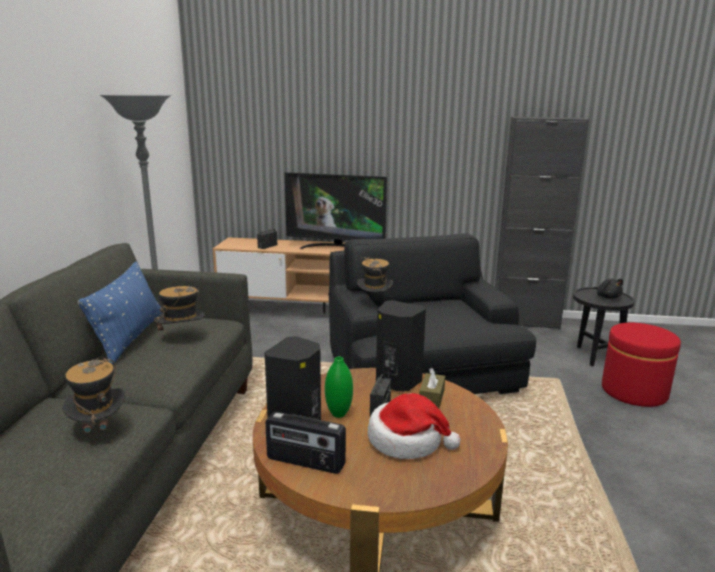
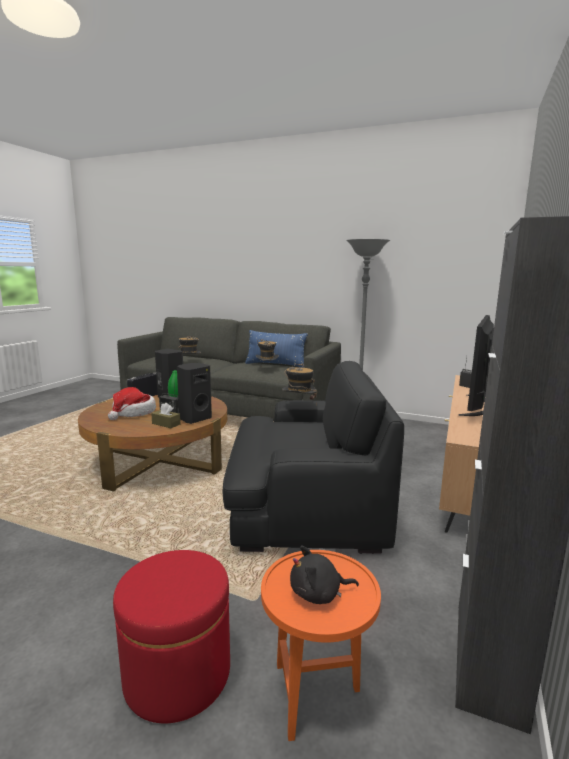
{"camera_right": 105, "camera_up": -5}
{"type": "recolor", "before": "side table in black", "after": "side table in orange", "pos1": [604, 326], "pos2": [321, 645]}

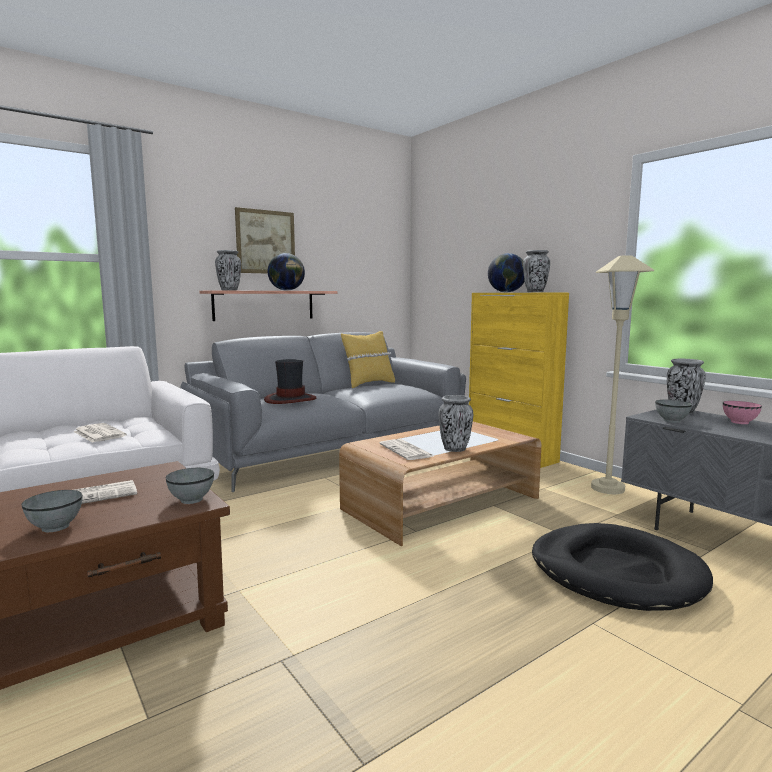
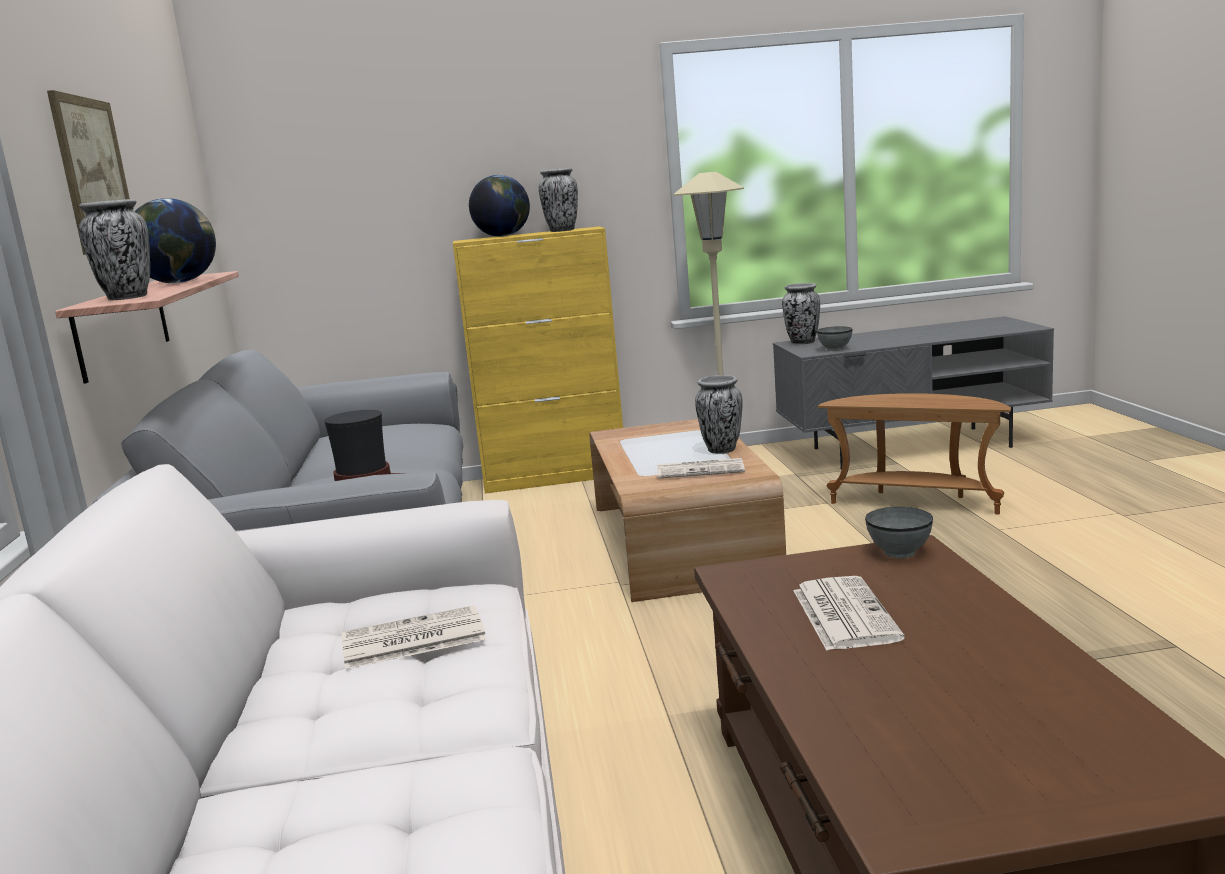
{"camera_right": -60, "camera_up": 5}
{"type": "delete", "before": "bowl in grey", "pos1": [52, 511]}
{"type": "delete", "before": "pillow in yellow", "pos1": [368, 359]}
{"type": "replace", "before": "dog bed in black", "after": "side table in brown", "pos1": [622, 567], "pos2": [914, 454]}
{"type": "delete", "before": "bowl in pink", "pos1": [742, 412]}

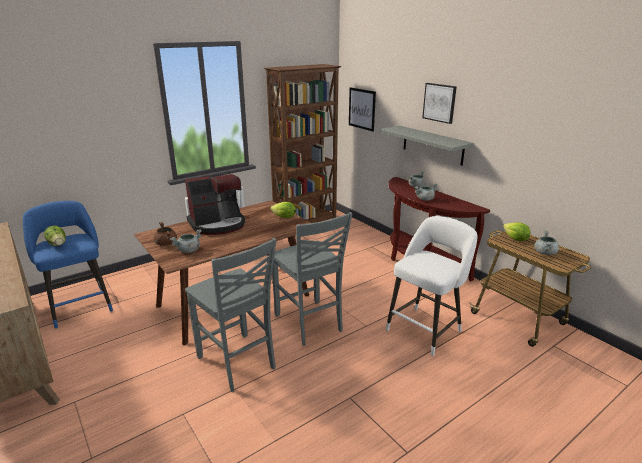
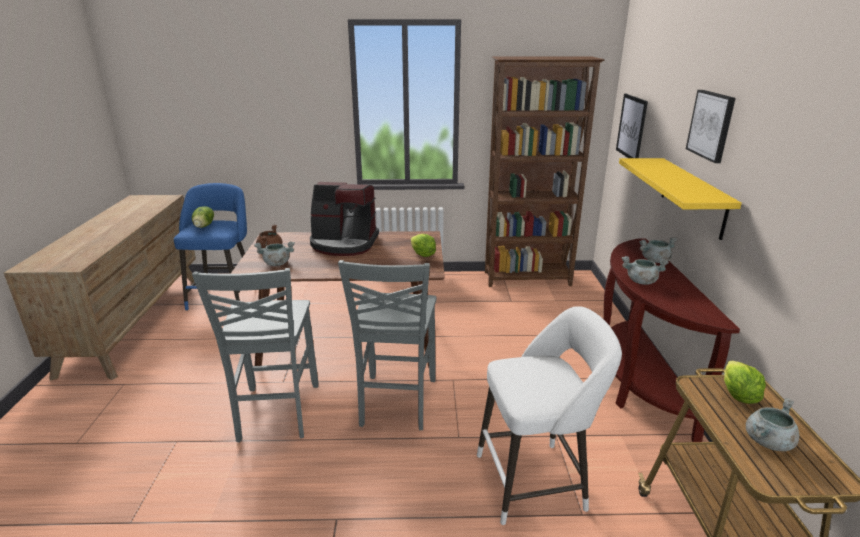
{"camera_right": 35, "camera_up": 0}
{"type": "recolor", "before": "shelf in grey", "after": "shelf in yellow", "pos1": [427, 146], "pos2": [680, 199]}

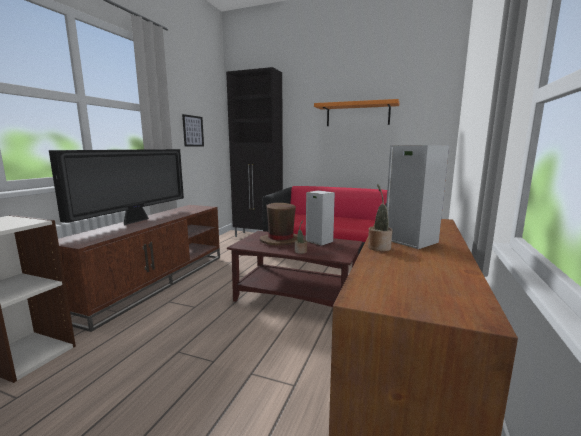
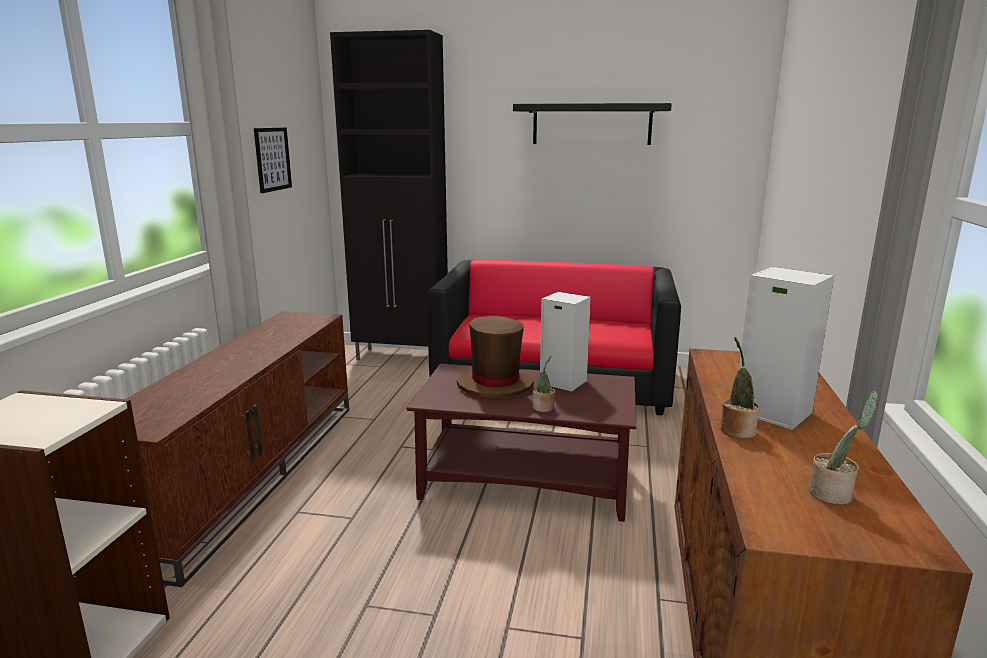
{"camera_right": -10, "camera_up": 5}
{"type": "delete", "before": "television", "pos1": [116, 187]}
{"type": "recolor", "before": "shelf in orange", "after": "shelf in black", "pos1": [356, 112], "pos2": [592, 124]}
{"type": "insert", "after": "potted plant", "pos2": [843, 448]}

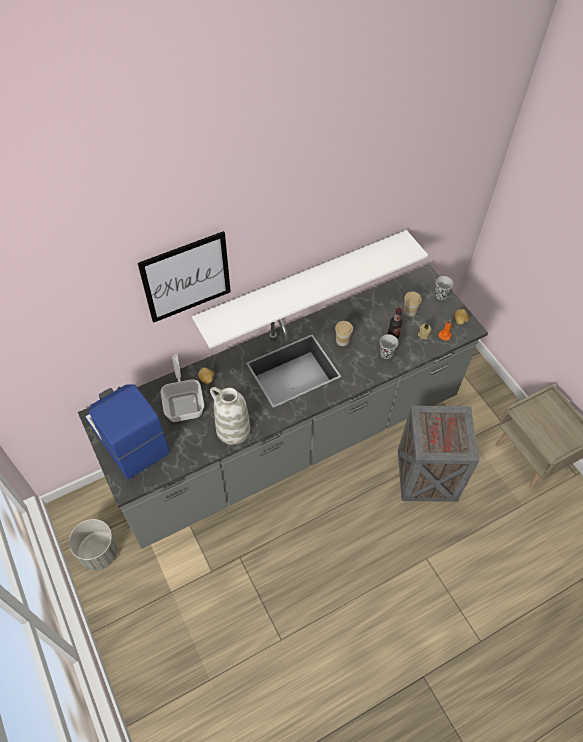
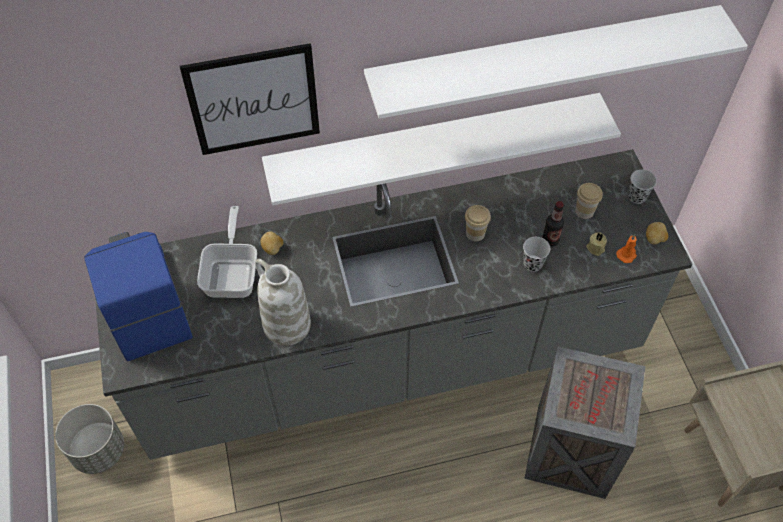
{"camera_right": 15, "camera_up": 0}
{"type": "insert", "after": "shelf in white", "pos2": [556, 62]}

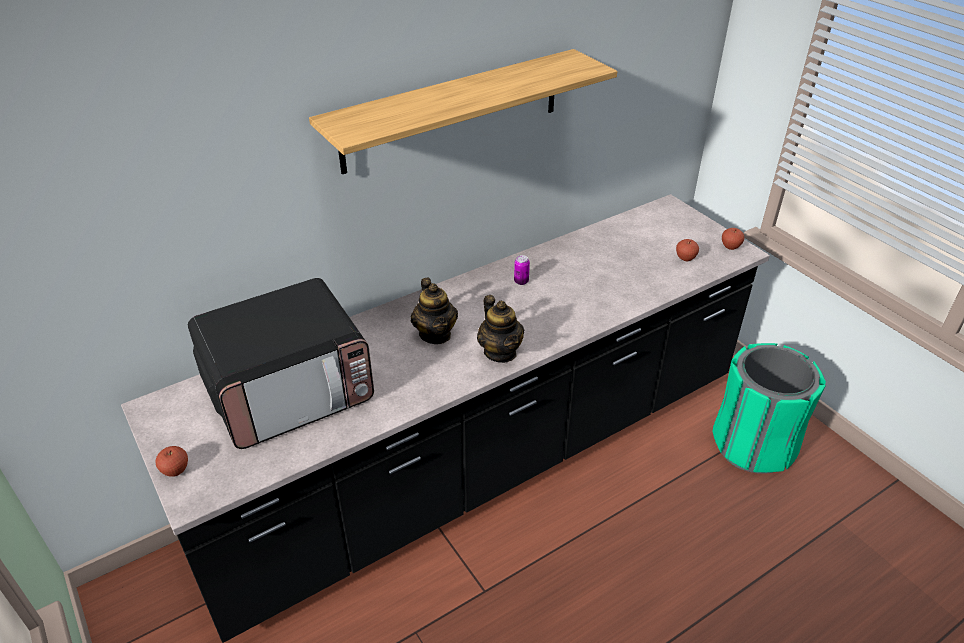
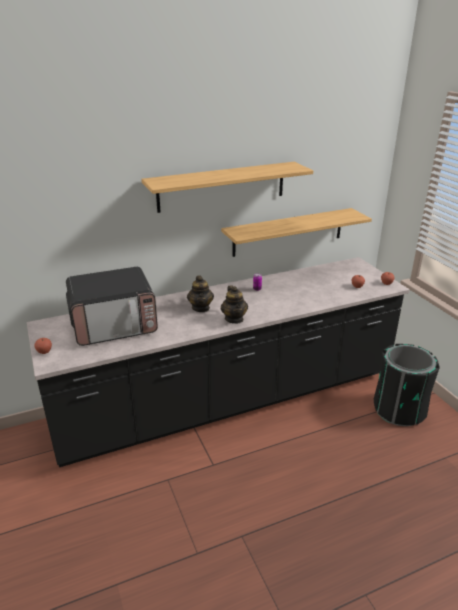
{"camera_right": 10, "camera_up": -10}
{"type": "recolor", "before": "trash can in green", "after": "trash can in black", "pos1": [769, 408], "pos2": [407, 385]}
{"type": "insert", "after": "shelf", "pos2": [296, 232]}

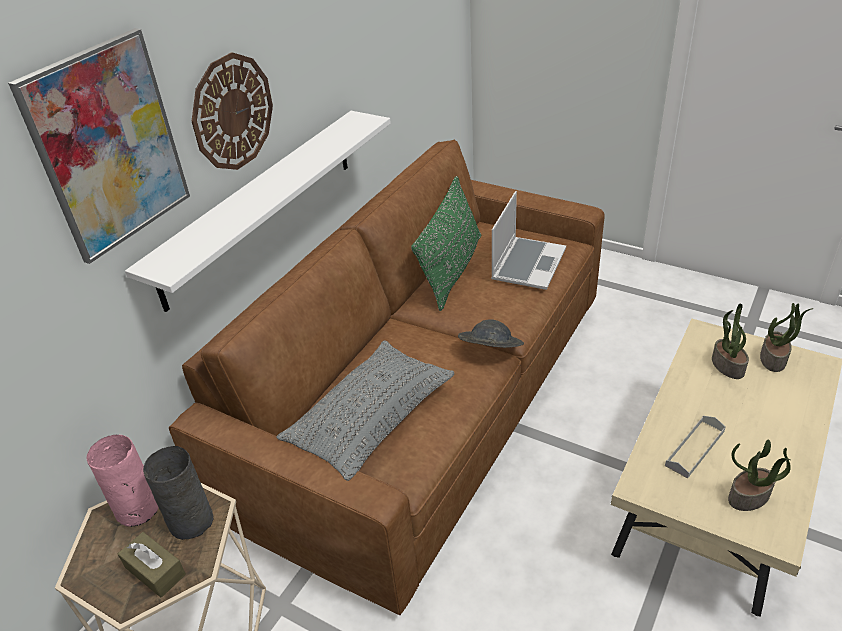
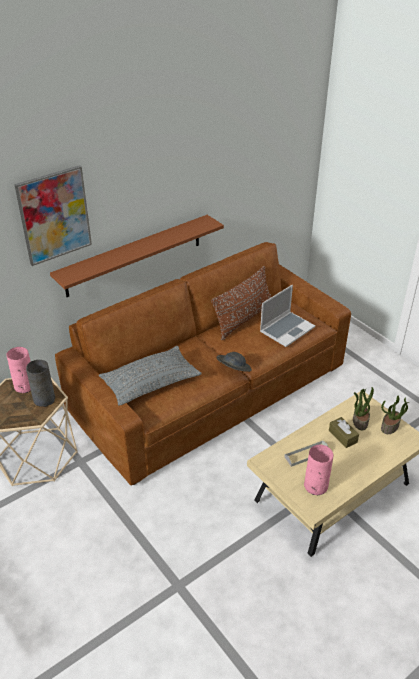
{"camera_right": 20, "camera_up": 0}
{"type": "move", "before": "tissue box in brown", "pos1": [152, 565], "pos2": [344, 432]}
{"type": "recolor", "before": "shelf in white", "after": "shelf in brown", "pos1": [258, 211], "pos2": [137, 256]}
{"type": "delete", "before": "wall clock", "pos1": [232, 111]}
{"type": "recolor", "before": "pillow in green", "after": "pillow in brown", "pos1": [446, 243], "pos2": [241, 303]}
{"type": "replace", "before": "potted plant", "after": "vase in pink", "pos1": [759, 475], "pos2": [318, 469]}

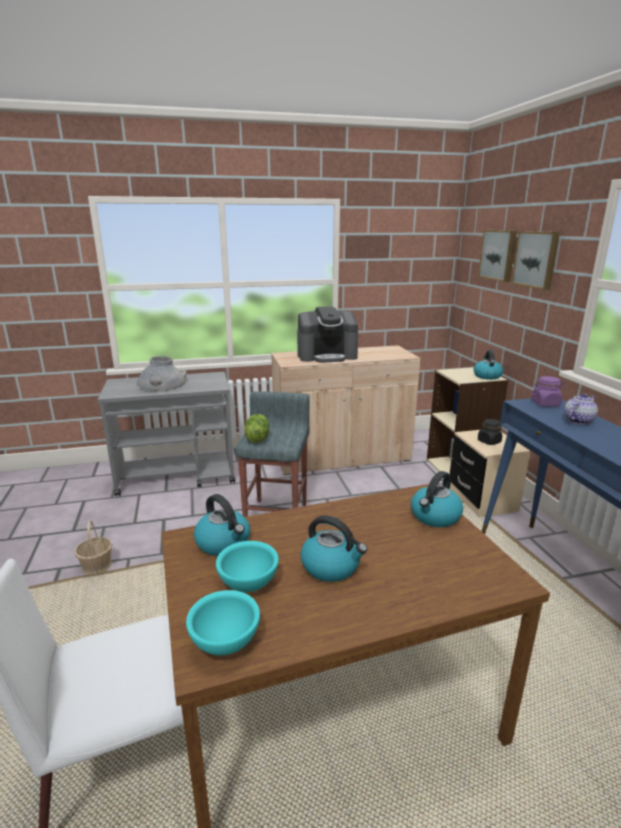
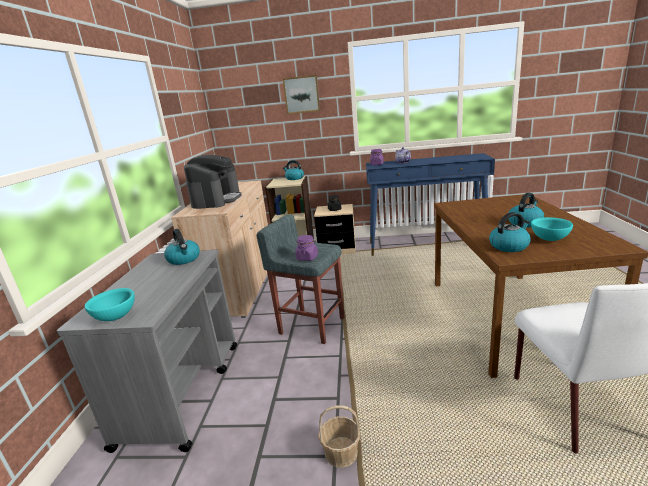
{"camera_right": -70, "camera_up": 0}
{"type": "delete", "before": "vase in grey", "pos1": [161, 373]}
{"type": "move", "before": "bowl in turquoise", "pos1": [223, 622], "pos2": [110, 304]}
{"type": "replace", "before": "lettuce", "after": "jar in purple", "pos1": [257, 428], "pos2": [306, 248]}
{"type": "move", "before": "kettle", "pos1": [437, 499], "pos2": [182, 247]}
{"type": "delete", "before": "picture", "pos1": [497, 256]}

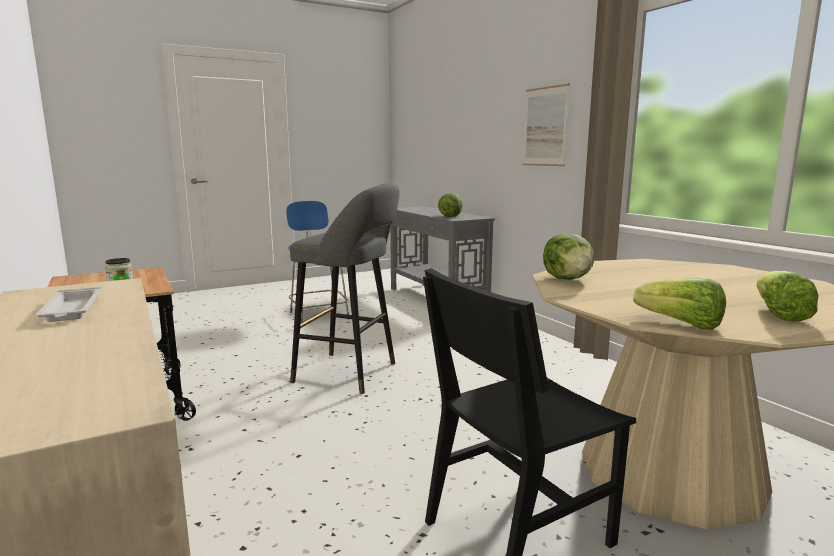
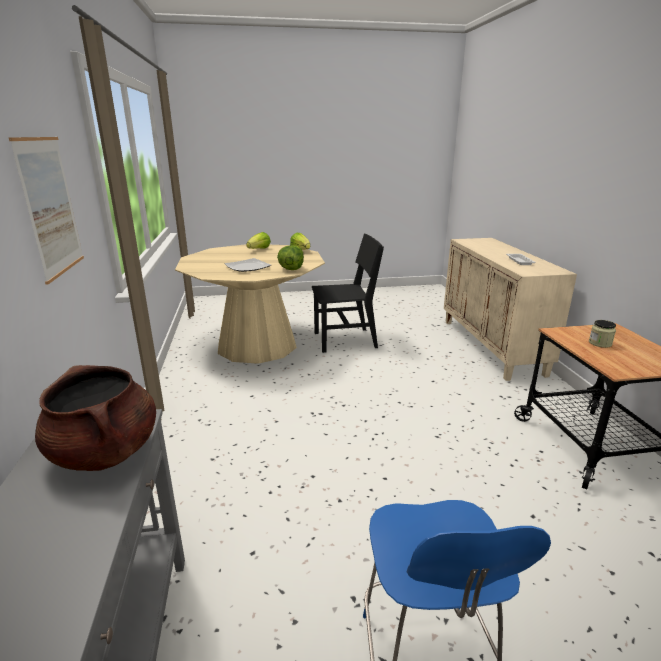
{"camera_right": -160, "camera_up": 10}
{"type": "delete", "before": "stool in grey", "pos1": [345, 288]}
{"type": "replace", "before": "lettuce", "after": "cooking pot in brown", "pos1": [450, 205], "pos2": [95, 418]}
{"type": "insert", "after": "plate", "pos2": [247, 265]}

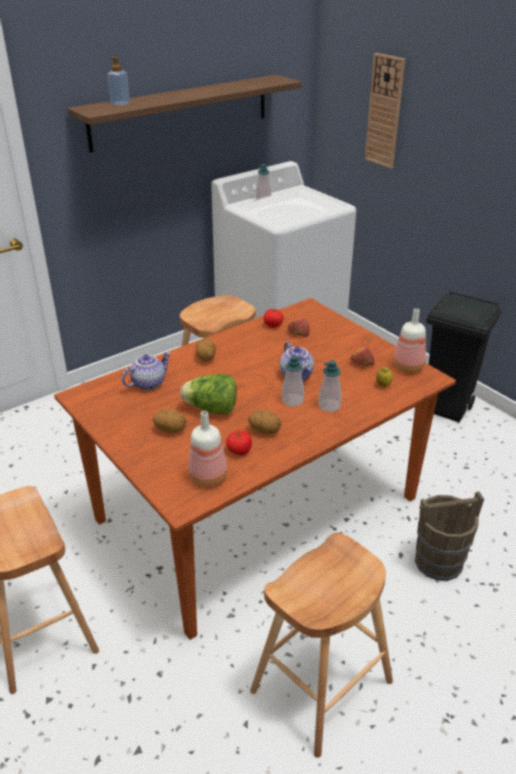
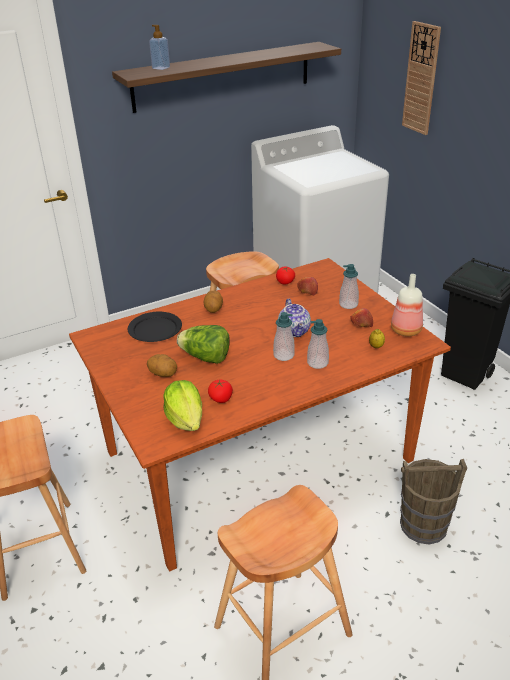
{"camera_right": 10, "camera_up": 0}
{"type": "replace", "before": "teapot", "after": "plate in black", "pos1": [146, 371], "pos2": [155, 327]}
{"type": "replace", "before": "bottle", "after": "lettuce", "pos1": [208, 448], "pos2": [182, 405]}
{"type": "delete", "before": "potato", "pos1": [264, 422]}
{"type": "move", "before": "soap dispenser", "pos1": [263, 183], "pos2": [349, 286]}

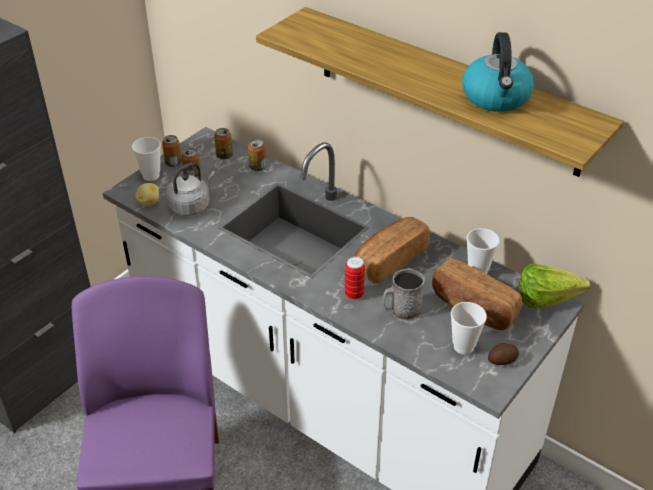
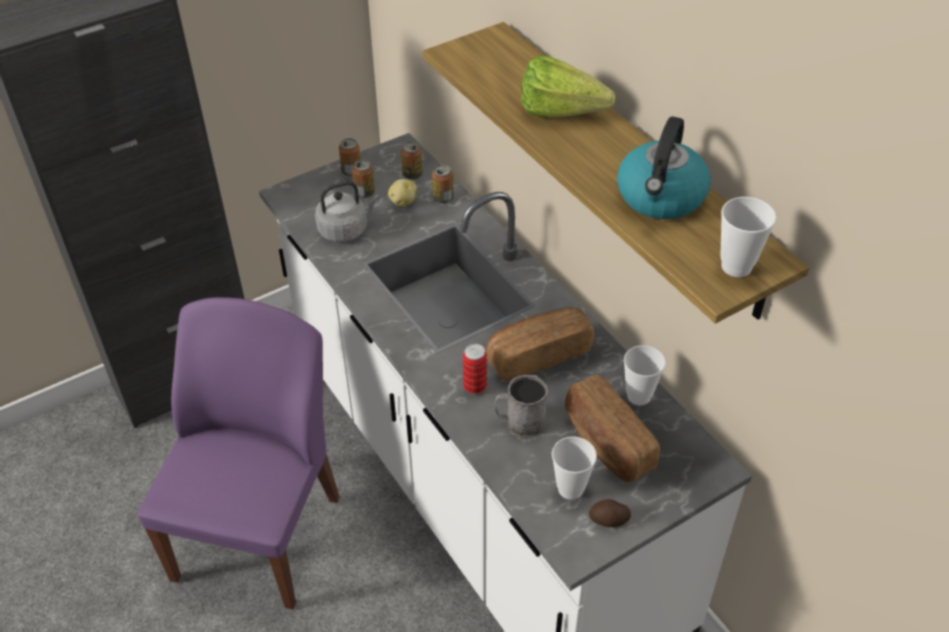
{"camera_right": 20, "camera_up": 5}
{"type": "move", "before": "cup", "pos1": [146, 159], "pos2": [748, 237]}
{"type": "move", "before": "potato", "pos1": [147, 194], "pos2": [402, 192]}
{"type": "move", "before": "lettuce", "pos1": [554, 286], "pos2": [568, 86]}

